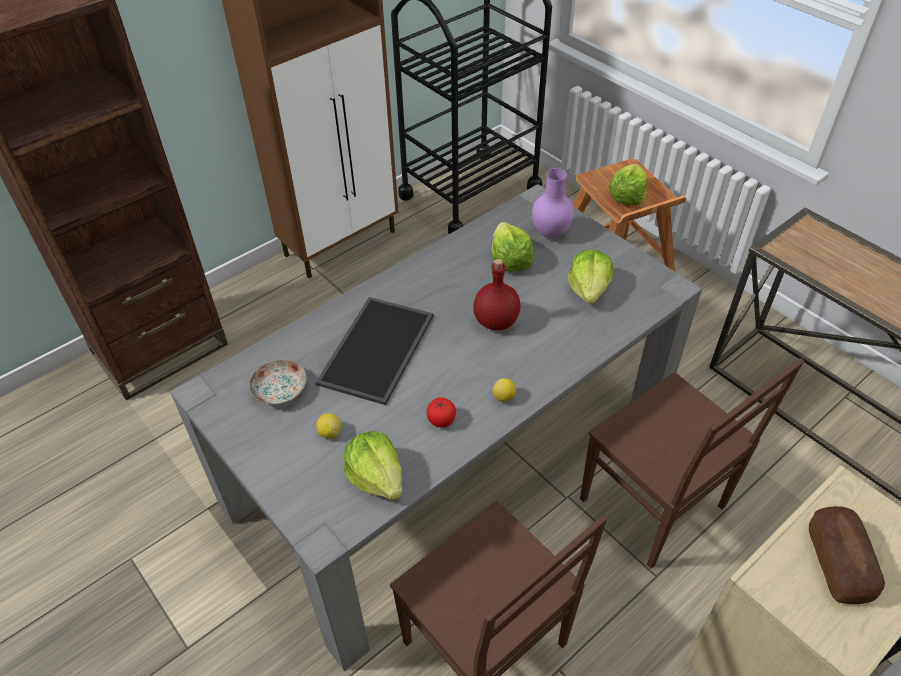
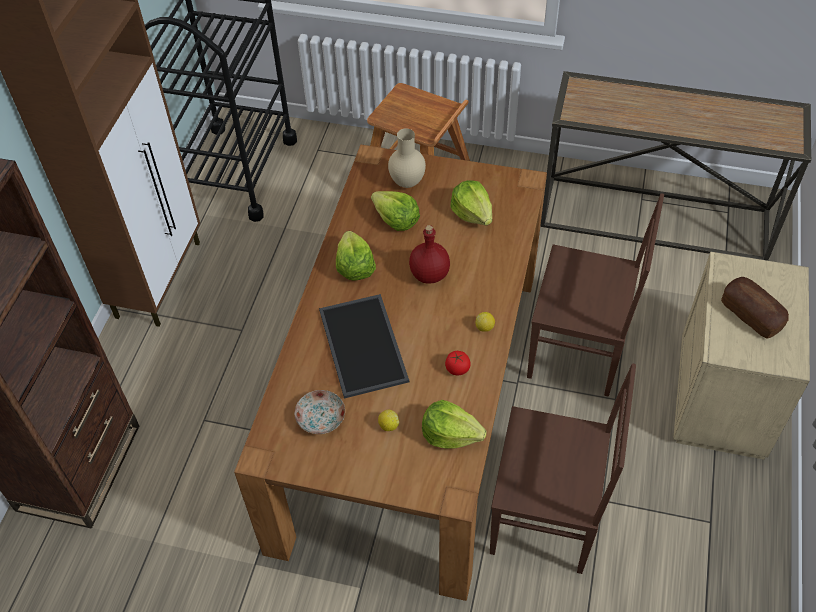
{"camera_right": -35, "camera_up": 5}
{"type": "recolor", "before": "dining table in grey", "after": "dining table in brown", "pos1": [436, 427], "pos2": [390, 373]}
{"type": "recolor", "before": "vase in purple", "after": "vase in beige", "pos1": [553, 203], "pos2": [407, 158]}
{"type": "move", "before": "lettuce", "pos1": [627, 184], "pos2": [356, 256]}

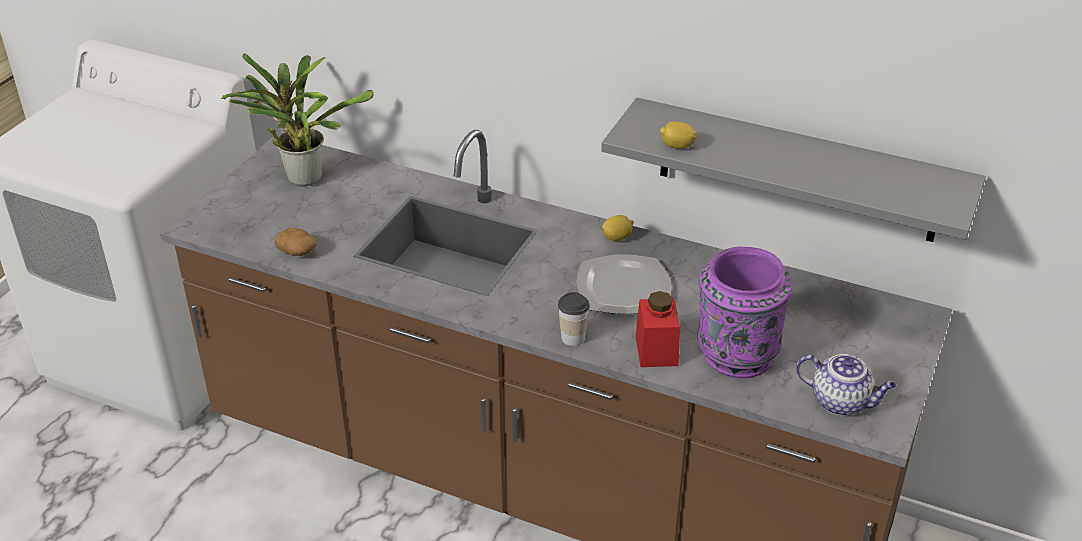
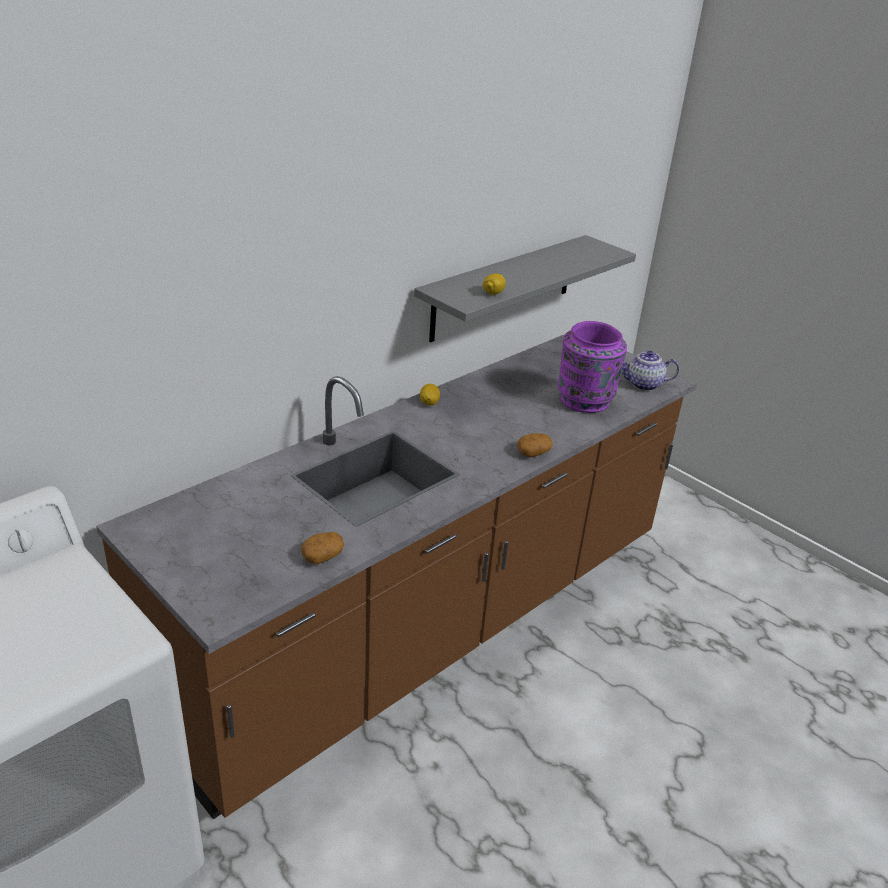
{"camera_right": -70, "camera_up": -5}
{"type": "delete", "before": "potted plant", "pos1": [297, 120]}
{"type": "replace", "before": "cup", "after": "potato", "pos1": [574, 319], "pos2": [535, 445]}
{"type": "delete", "before": "plate", "pos1": [624, 284]}
{"type": "delete", "before": "jar in red", "pos1": [658, 329]}
{"type": "rotate", "before": "teapot", "pos1": [846, 384], "pos2": [650, 371], "turn": -135}

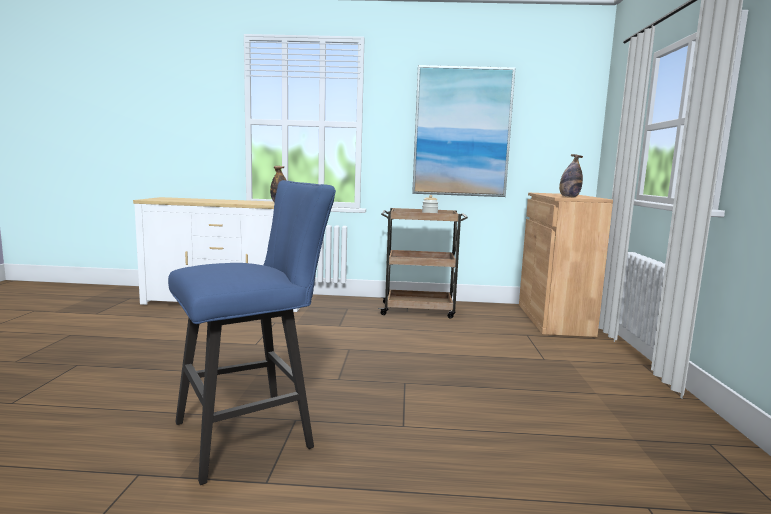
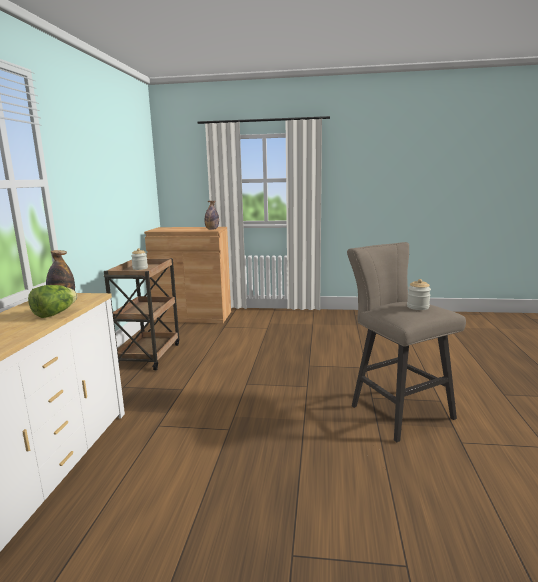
{"camera_right": -85, "camera_up": 5}
{"type": "recolor", "before": "stool in blue", "after": "stool in beige", "pos1": [252, 332], "pos2": [406, 342]}
{"type": "delete", "before": "picture", "pos1": [464, 131]}
{"type": "insert", "after": "lettuce", "pos2": [52, 301]}
{"type": "insert", "after": "jar", "pos2": [419, 294]}

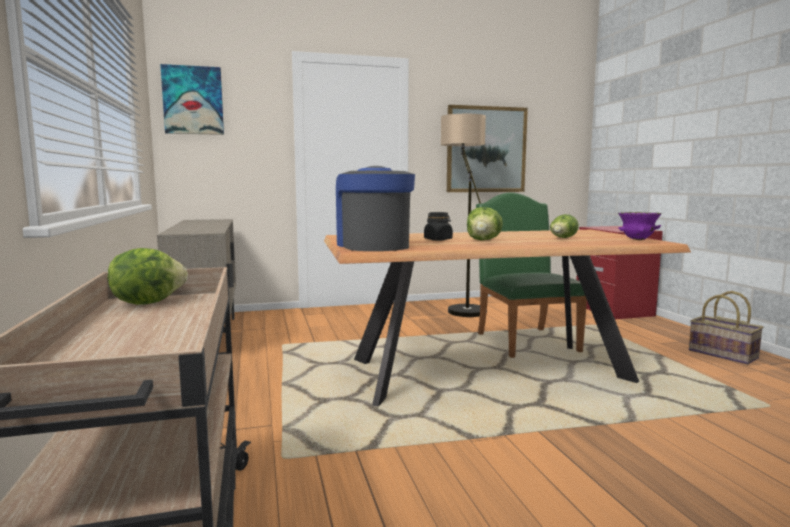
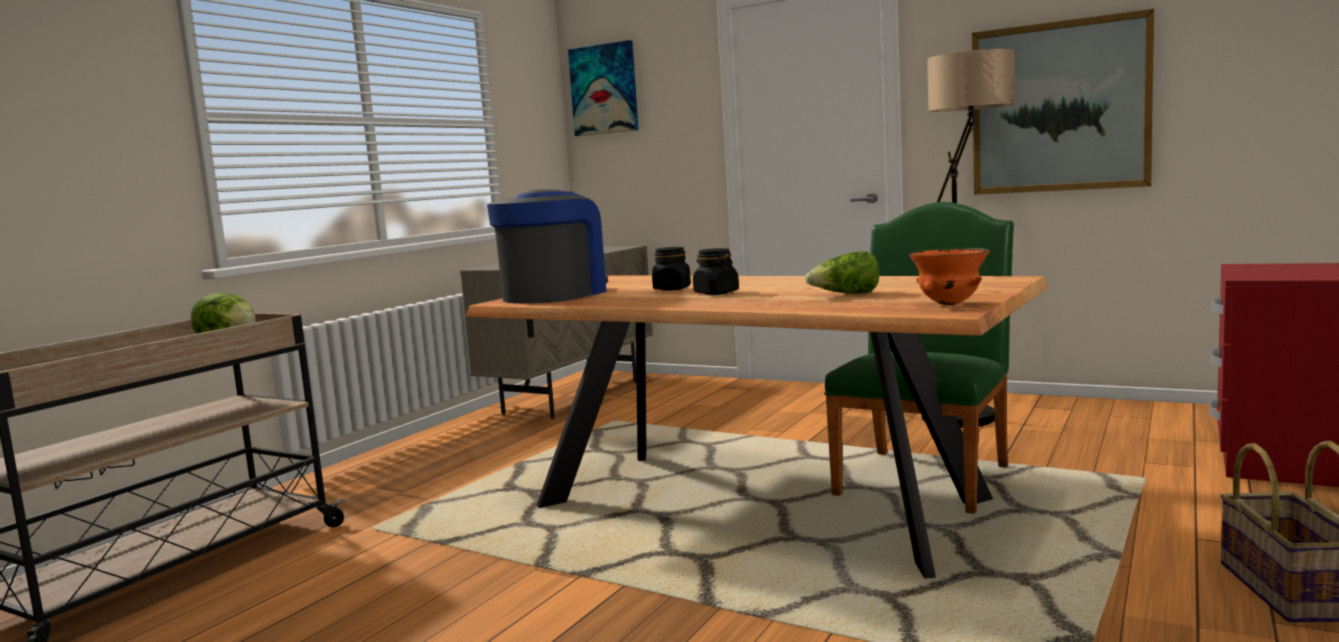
{"camera_right": 45, "camera_up": 0}
{"type": "replace", "before": "lettuce", "after": "jar in black", "pos1": [485, 223], "pos2": [716, 271]}
{"type": "recolor", "before": "bowl in purple", "after": "bowl in orange", "pos1": [640, 226], "pos2": [950, 276]}

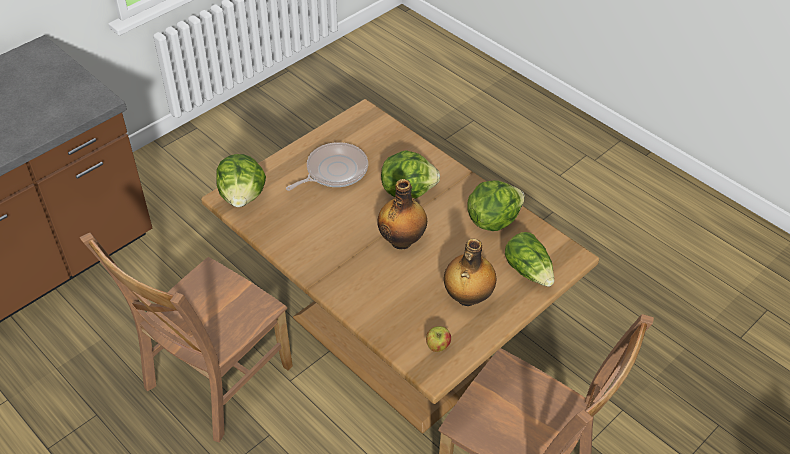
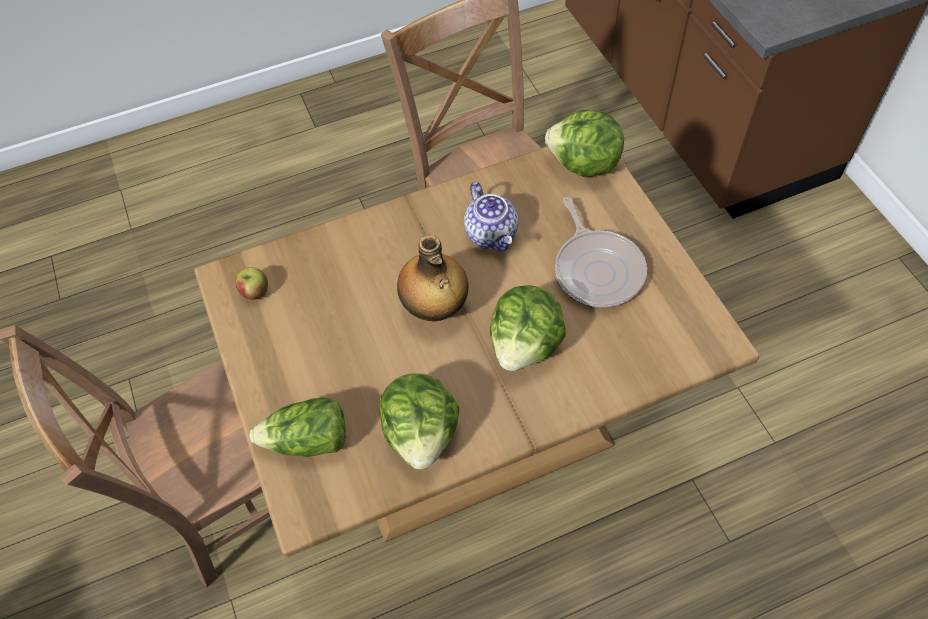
{"camera_right": 115, "camera_up": 10}
{"type": "delete", "before": "bottle", "pos1": [470, 272]}
{"type": "insert", "after": "teapot", "pos2": [491, 217]}

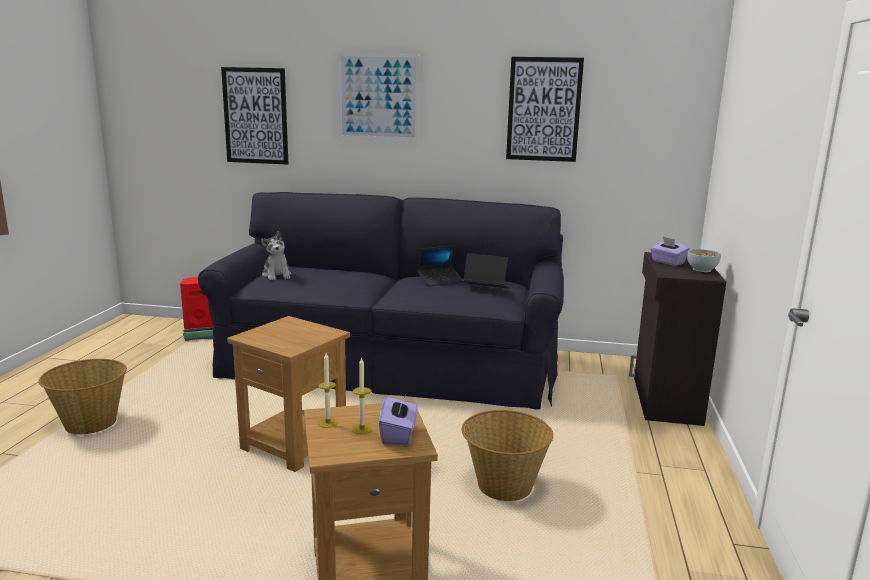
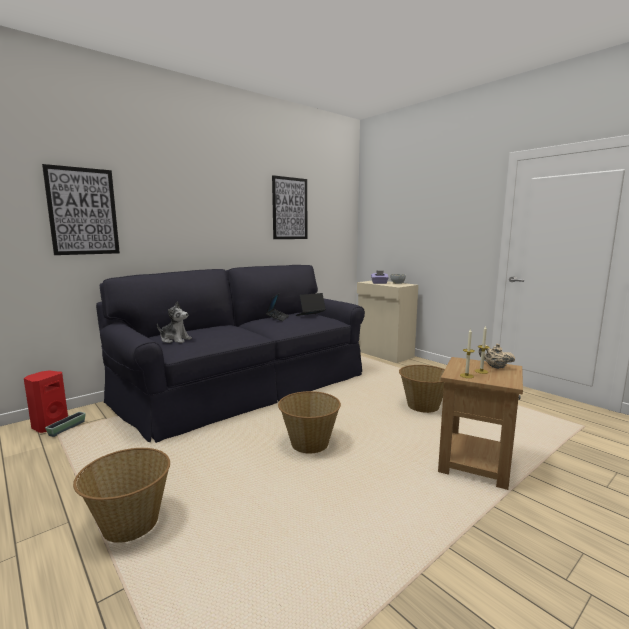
{"camera_right": -50, "camera_up": -5}
{"type": "replace", "before": "side table in brown", "after": "basket", "pos1": [288, 394], "pos2": [309, 422]}
{"type": "delete", "before": "picture", "pos1": [378, 96]}
{"type": "replace", "before": "tissue box in purple", "after": "teapot in beige", "pos1": [398, 420], "pos2": [497, 356]}
{"type": "recolor", "before": "cabinet in black", "after": "cabinet in beige", "pos1": [677, 339], "pos2": [387, 322]}

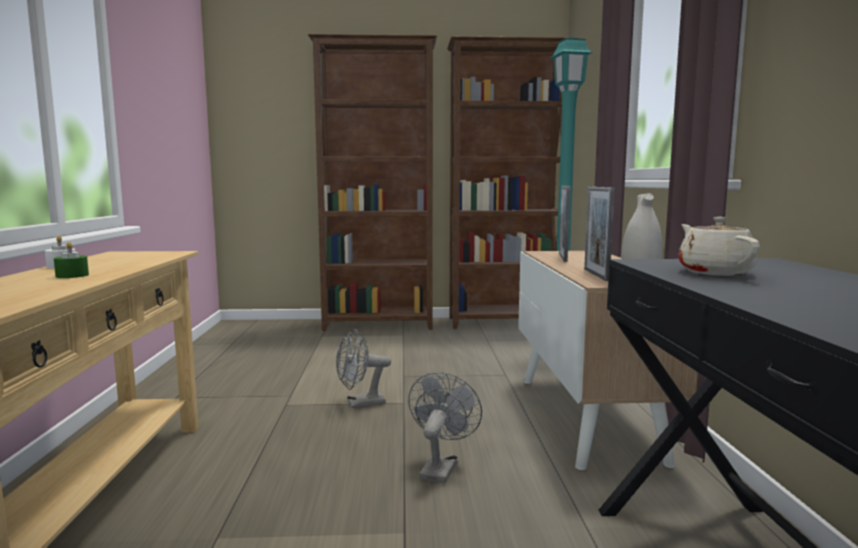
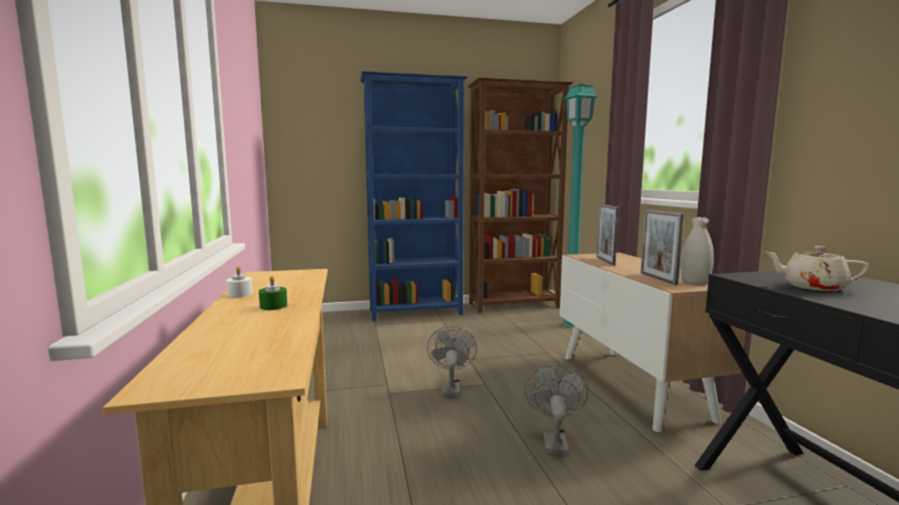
{"camera_right": -10, "camera_up": 0}
{"type": "recolor", "before": "bookcase in brown", "after": "bookcase in blue", "pos1": [372, 182], "pos2": [414, 196]}
{"type": "rotate", "before": "fan in grey", "pos1": [363, 368], "pos2": [452, 361], "turn": 120}
{"type": "rotate", "before": "teapot in beige", "pos1": [719, 246], "pos2": [817, 268], "turn": -45}

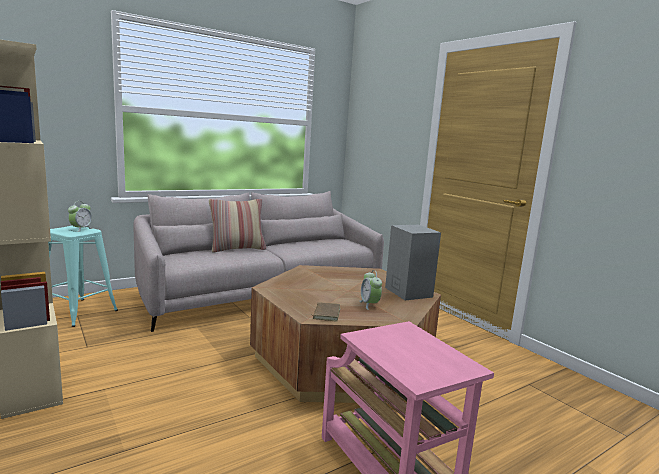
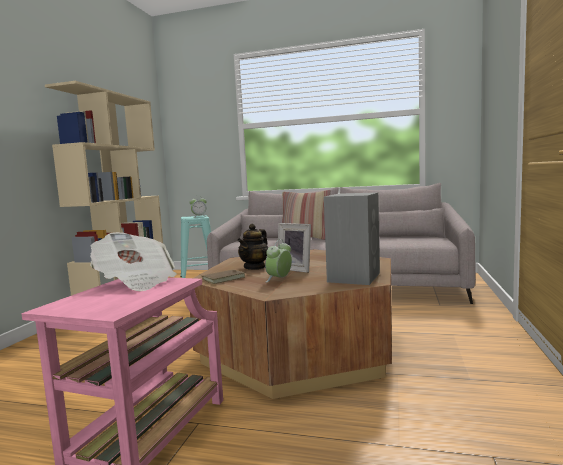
{"camera_right": 50, "camera_up": -5}
{"type": "insert", "after": "newspaper", "pos2": [133, 261]}
{"type": "insert", "after": "teapot", "pos2": [252, 246]}
{"type": "insert", "after": "picture frame", "pos2": [294, 248]}

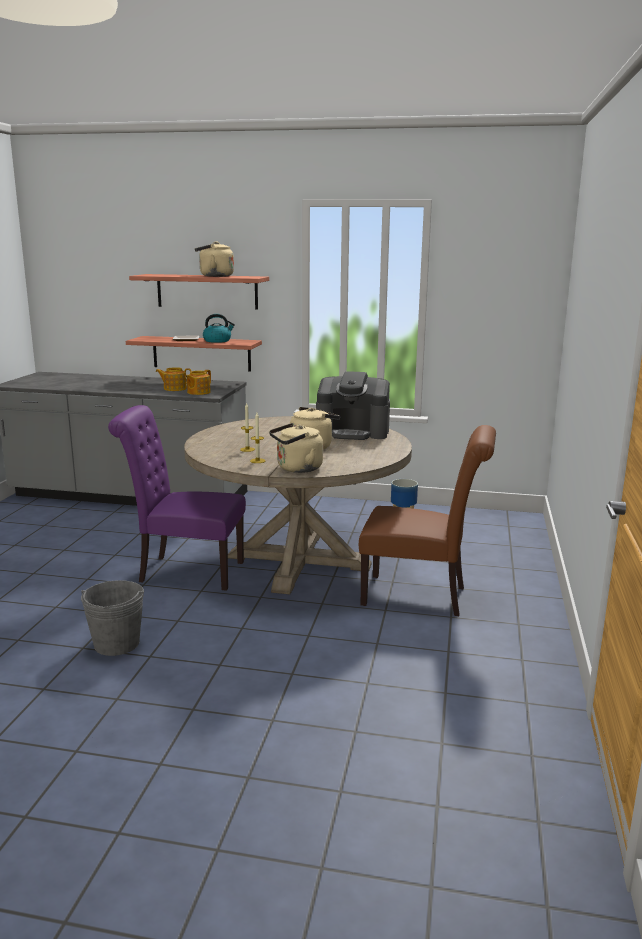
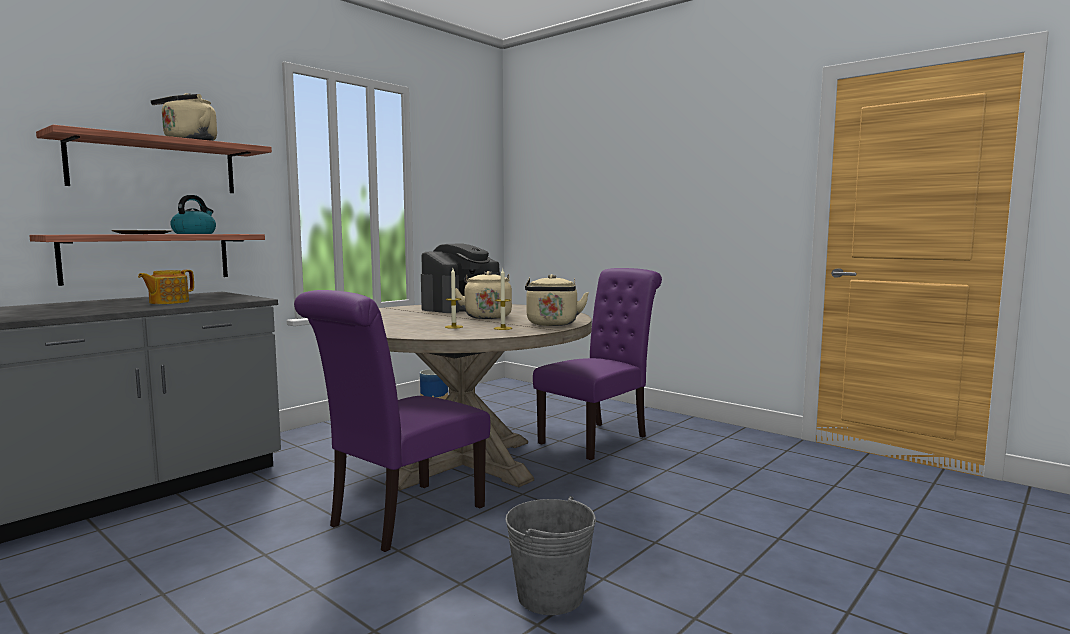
{"camera_right": -60, "camera_up": -10}
{"type": "delete", "before": "teapot", "pos1": [198, 382]}
{"type": "recolor", "before": "chair in brown", "after": "chair in purple", "pos1": [427, 520], "pos2": [597, 364]}

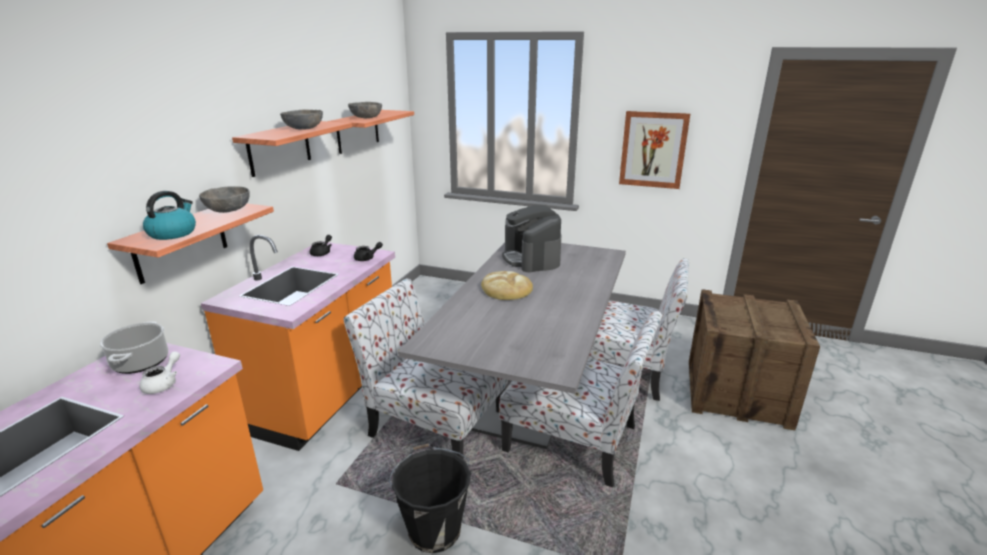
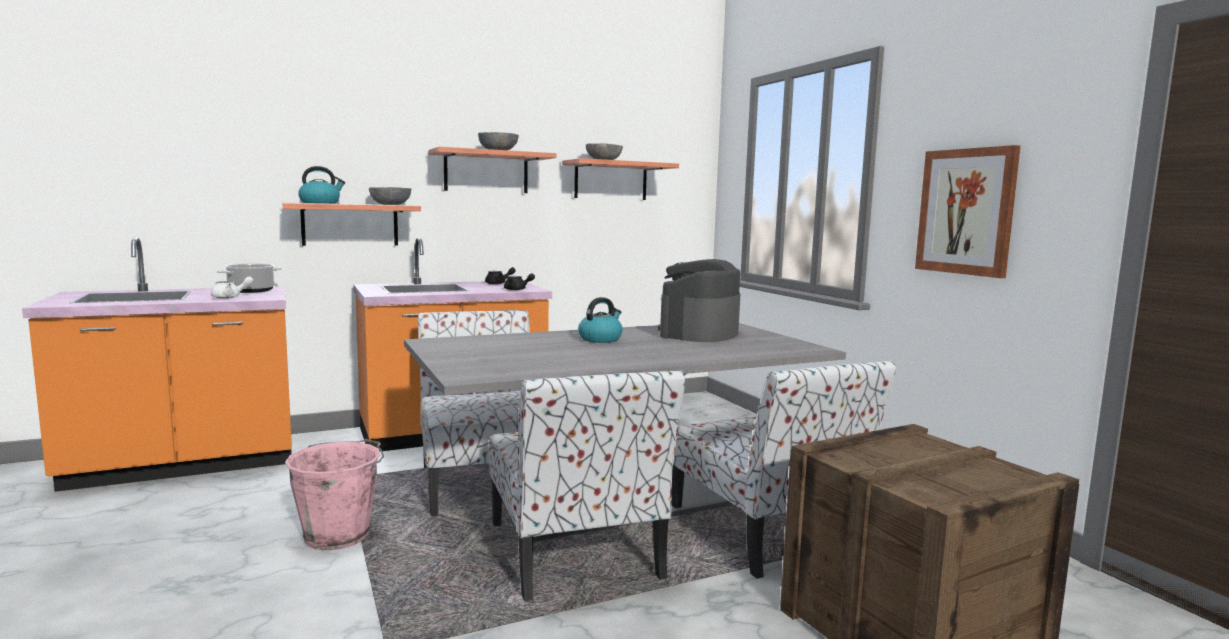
{"camera_right": 45, "camera_up": -15}
{"type": "recolor", "before": "bucket in black", "after": "bucket in pink", "pos1": [429, 498], "pos2": [334, 494]}
{"type": "replace", "before": "bread", "after": "kettle", "pos1": [507, 285], "pos2": [600, 320]}

